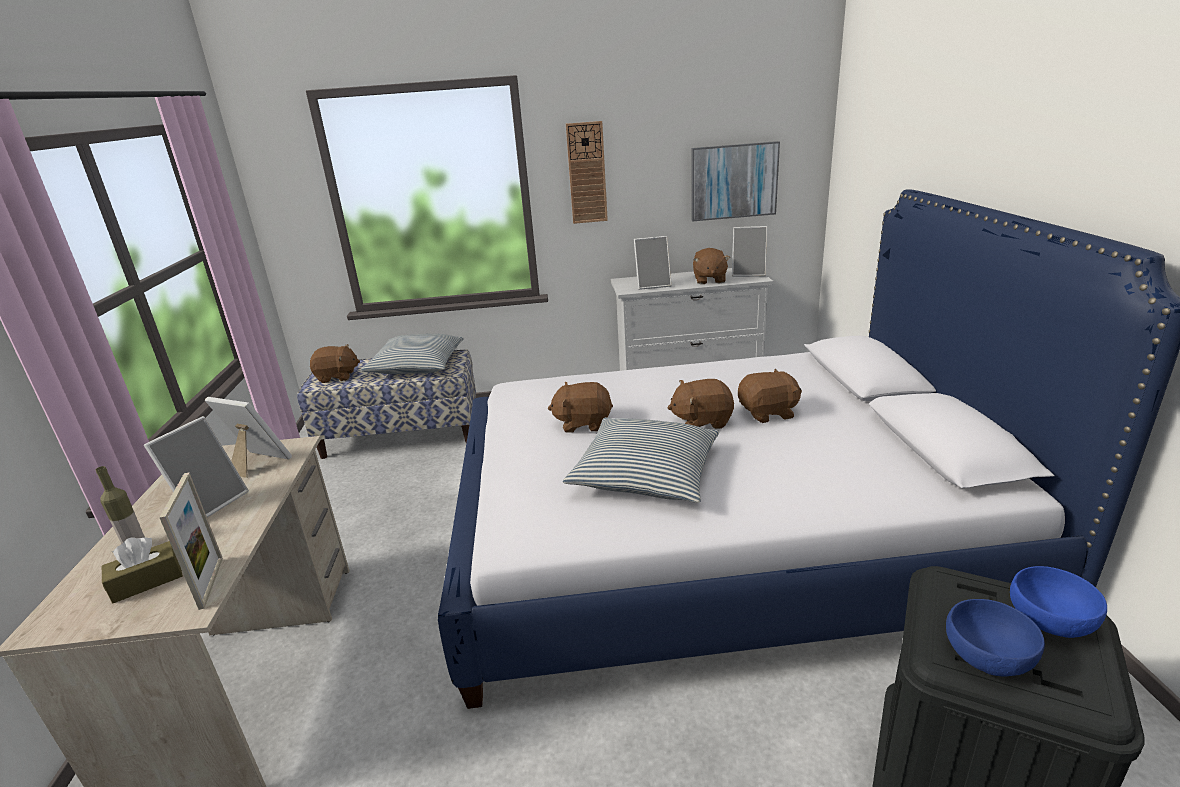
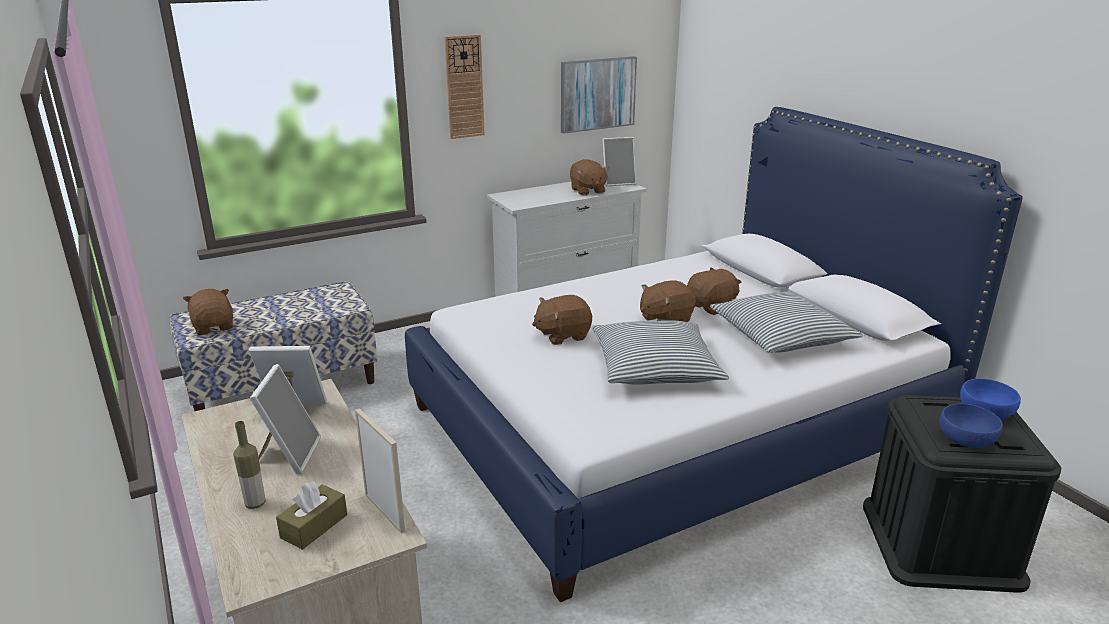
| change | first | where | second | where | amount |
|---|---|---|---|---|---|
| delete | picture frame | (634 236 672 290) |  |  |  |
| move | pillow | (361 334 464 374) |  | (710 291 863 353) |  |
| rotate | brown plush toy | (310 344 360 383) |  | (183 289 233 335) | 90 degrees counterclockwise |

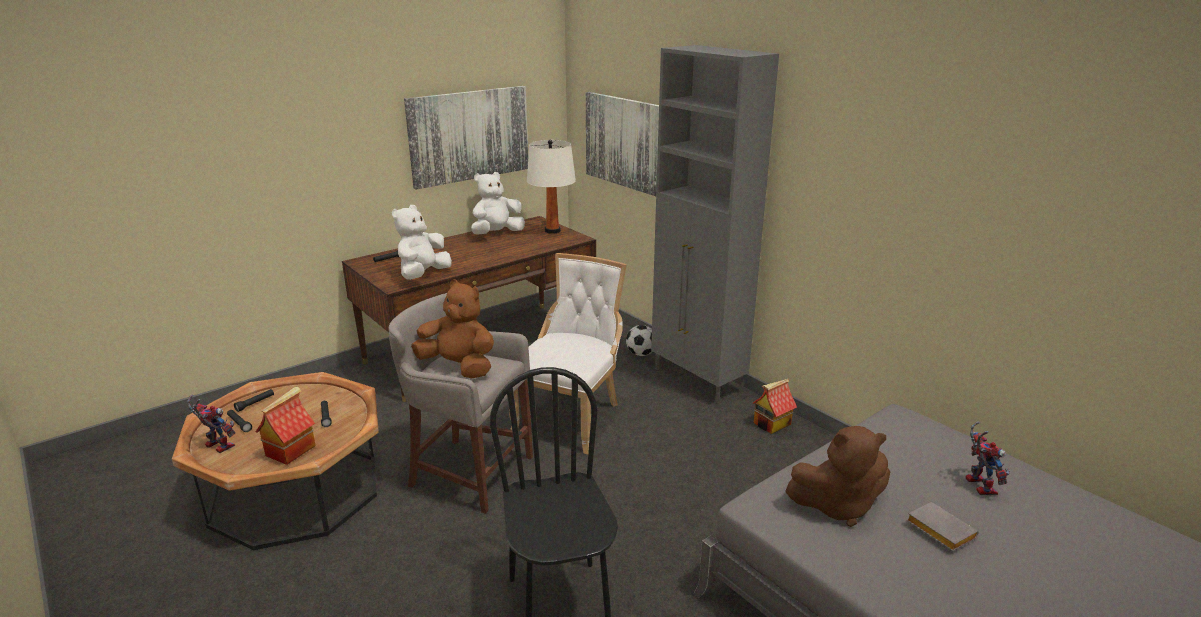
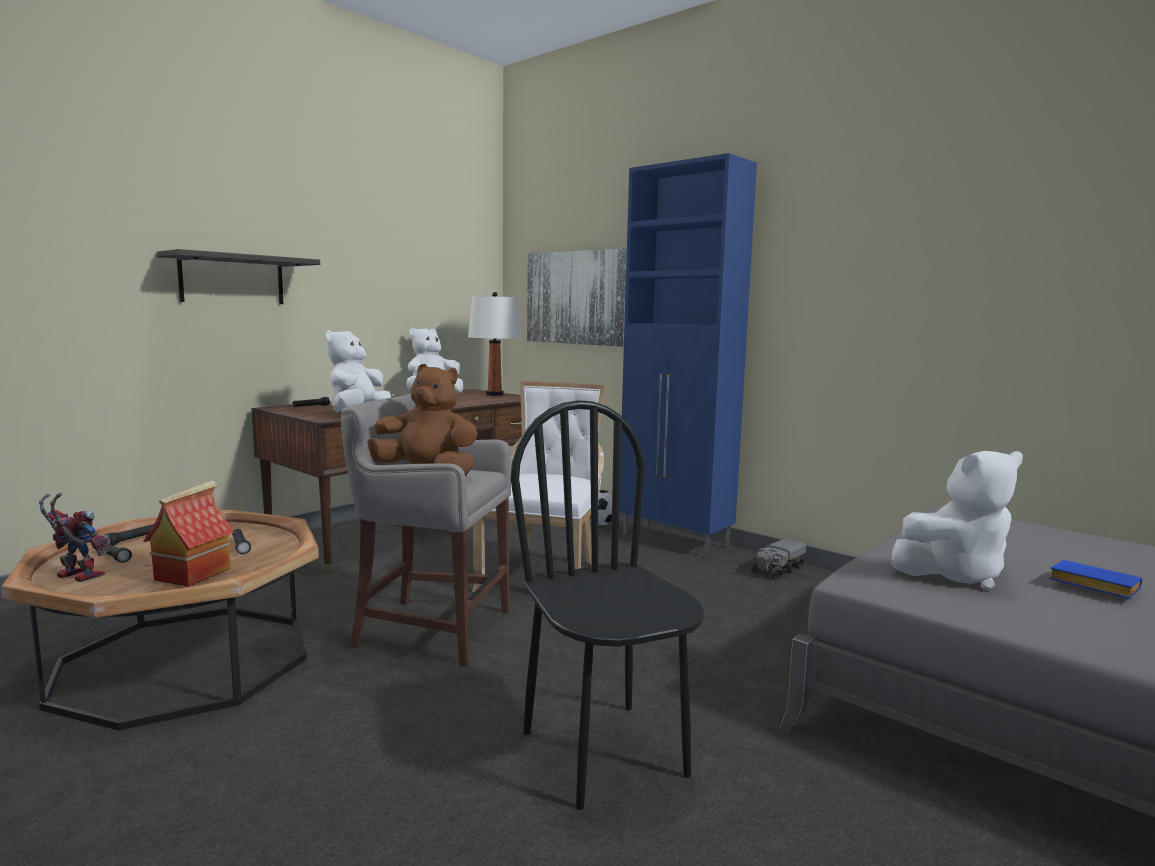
| change | first | where | second | where | amount |
|---|---|---|---|---|---|
| recolor | grey cabinet | (651 45 779 404) | blue cabinet | (619 153 757 558) |  |
| delete | picture | (404 86 529 190) |  |  |  |
| replace | toy house | (753 379 797 434) | toy truck | (751 538 806 580) |  |
| delete | toy robot | (966 421 1010 495) |  |  |  |
| recolor | brown plush toy | (785 426 890 527) | white plush toy | (891 451 1023 591) |  |
| recolor | grey book | (906 502 978 551) | blue book | (1049 560 1142 599) |  |
| insert |  |  | shelf | (156 249 320 304) |  |

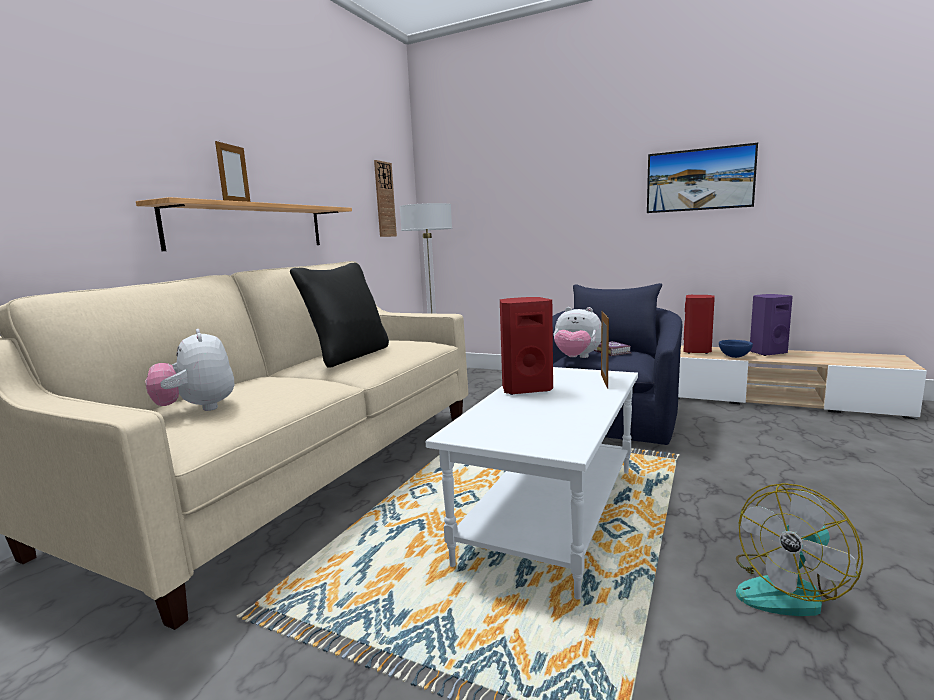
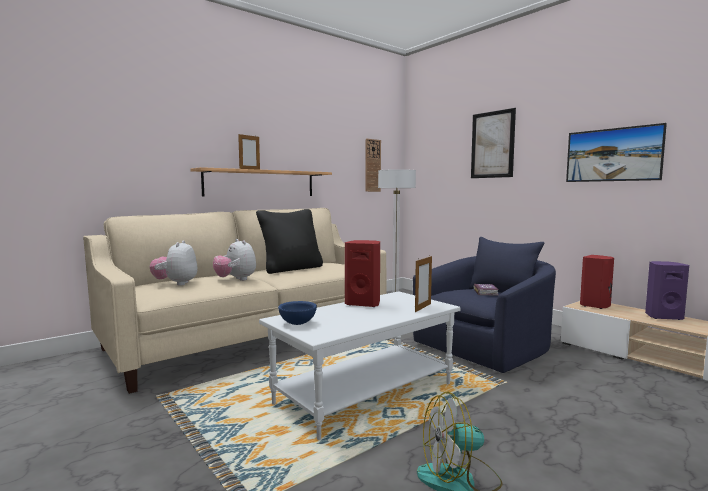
| change | first | where | second | where | amount |
|---|---|---|---|---|---|
| move | plush toy | (554 307 601 358) |  | (213 239 256 281) |  |
| move | blue bowl | (719 340 753 358) |  | (278 301 317 325) |  |
| insert |  |  | picture | (471 108 516 178) |  |

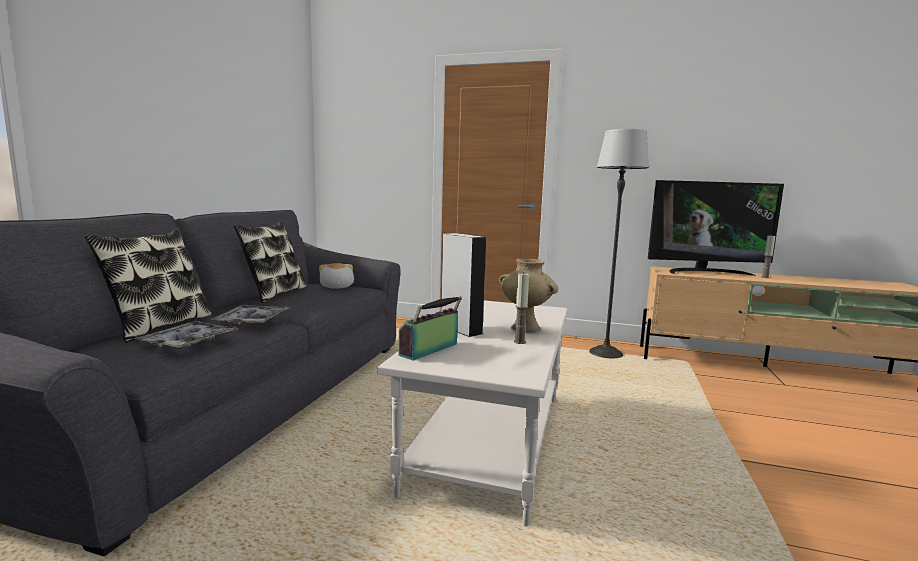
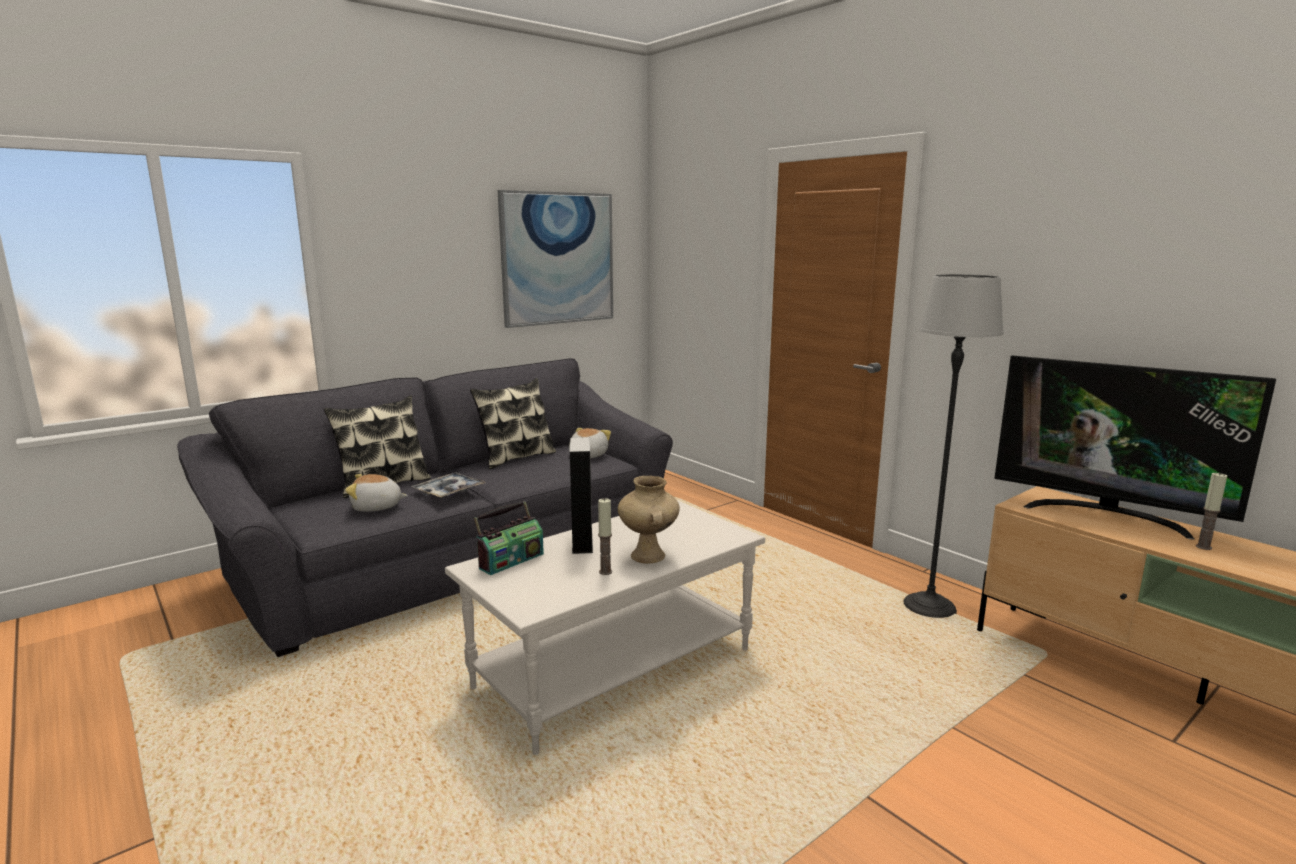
| change | first | where | second | where | amount |
|---|---|---|---|---|---|
| rotate | radio | (399 296 462 361) |  | (474 501 544 575) | 150 degrees clockwise |
| replace | tray | (135 321 238 349) | plush toy | (345 474 408 512) |  |
| insert |  |  | picture | (498 190 613 328) |  |

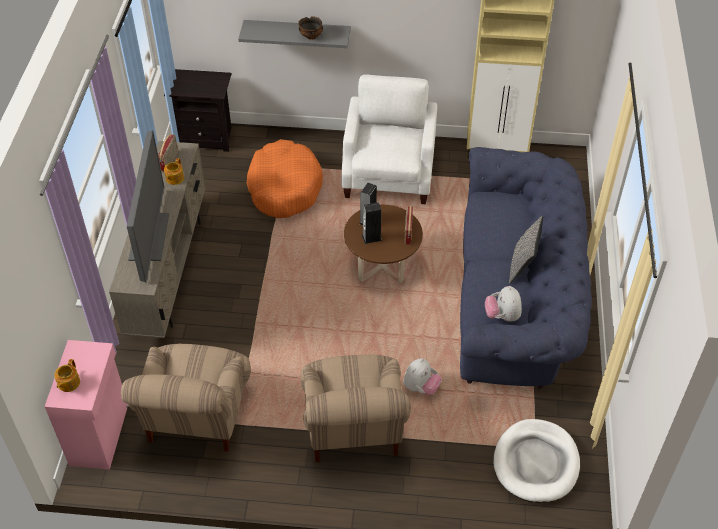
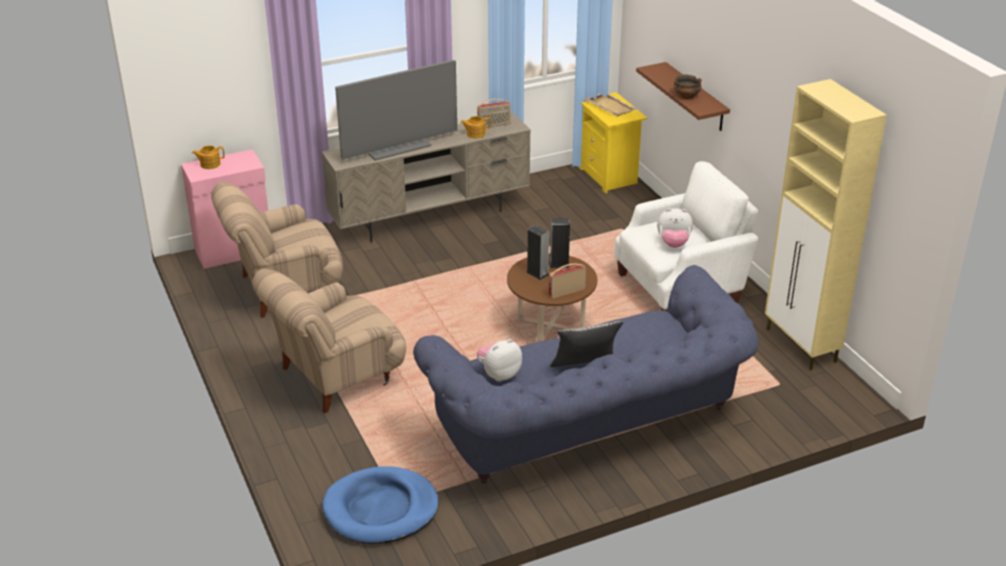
| change | first | where | second | where | amount |
|---|---|---|---|---|---|
| recolor | grey shelf | (238 20 351 48) | brown shelf | (636 62 730 131) |  |
| recolor | black nightstand | (164 69 231 152) | yellow nightstand | (579 92 647 193) |  |
| delete | orange dog bed | (246 139 323 218) |  |  |  |
| move | plush toy | (403 358 441 395) |  | (657 208 693 248) |  |
| recolor | white dog bed | (494 419 580 503) | blue dog bed | (322 466 439 544) |  |
| insert |  |  | beige tray | (585 93 637 116) |  |

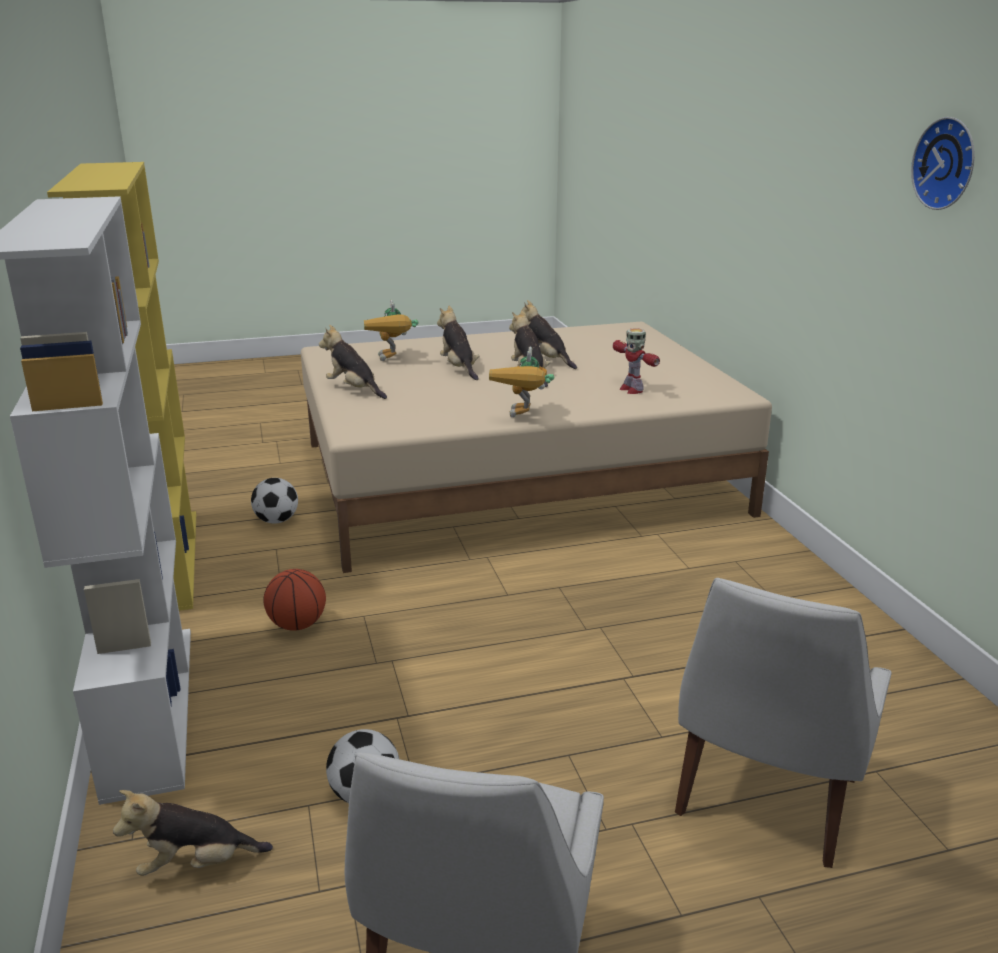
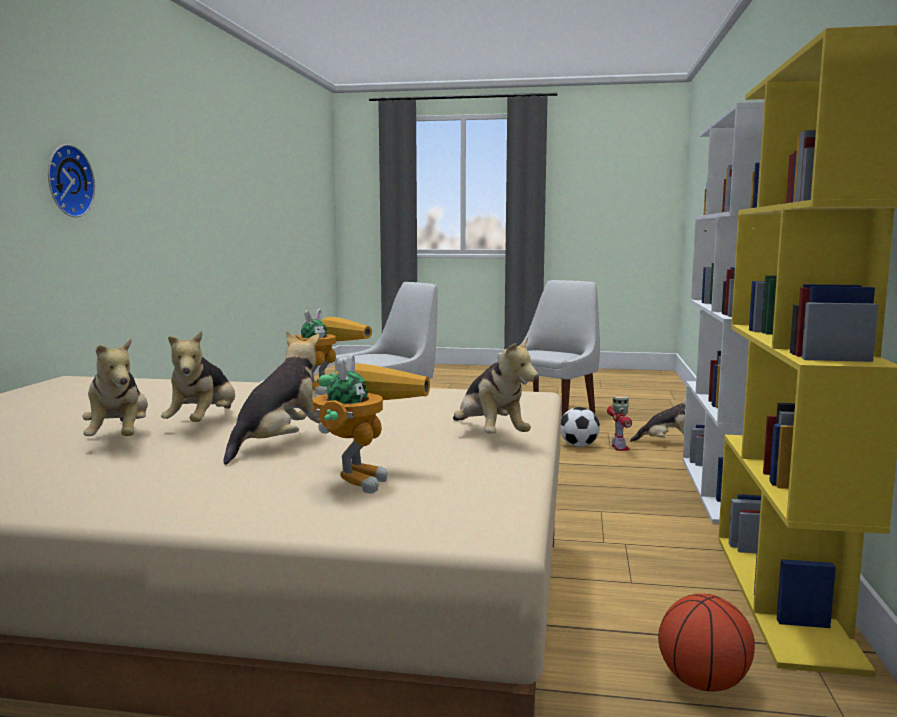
| change | first | where | second | where | amount |
|---|---|---|---|---|---|
| move | wall clock | (911 117 975 210) |  | (48 144 95 217) |  |
| rotate | plush toy | (437 305 479 380) |  | (224 331 320 465) | 150 degrees counterclockwise |
| move | toy robot | (613 328 660 394) |  | (607 395 632 451) |  |
| delete | football | (251 478 298 524) |  |  |  |
| move | basketball | (263 569 326 631) |  | (658 593 755 692) |  |

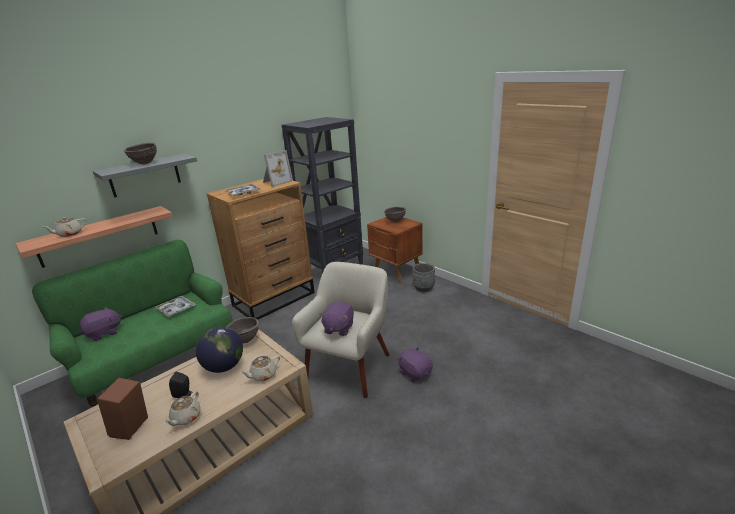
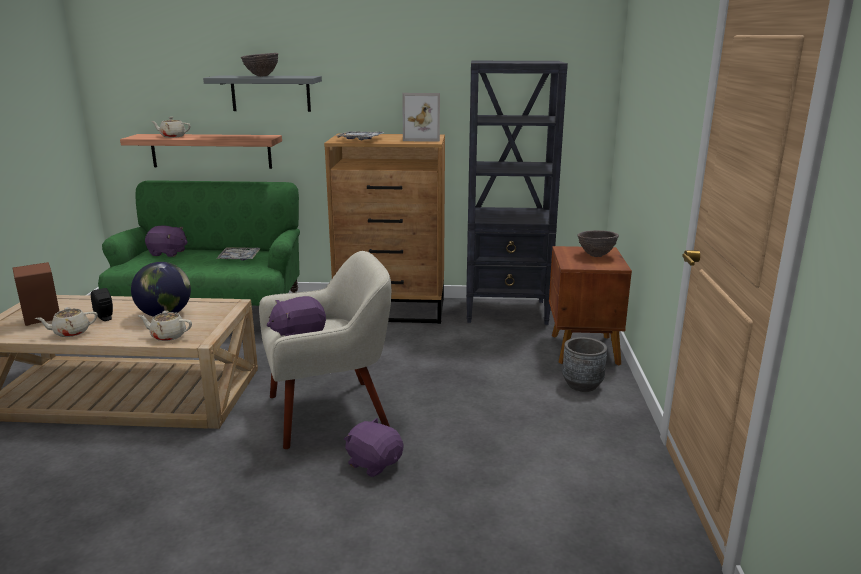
| change | first | where | second | where | amount |
|---|---|---|---|---|---|
| delete | brown bowl | (227 317 259 343) |  |  |  |
| rotate | purple plush toy | (398 347 433 383) |  | (344 418 403 477) | 60 degrees counterclockwise |

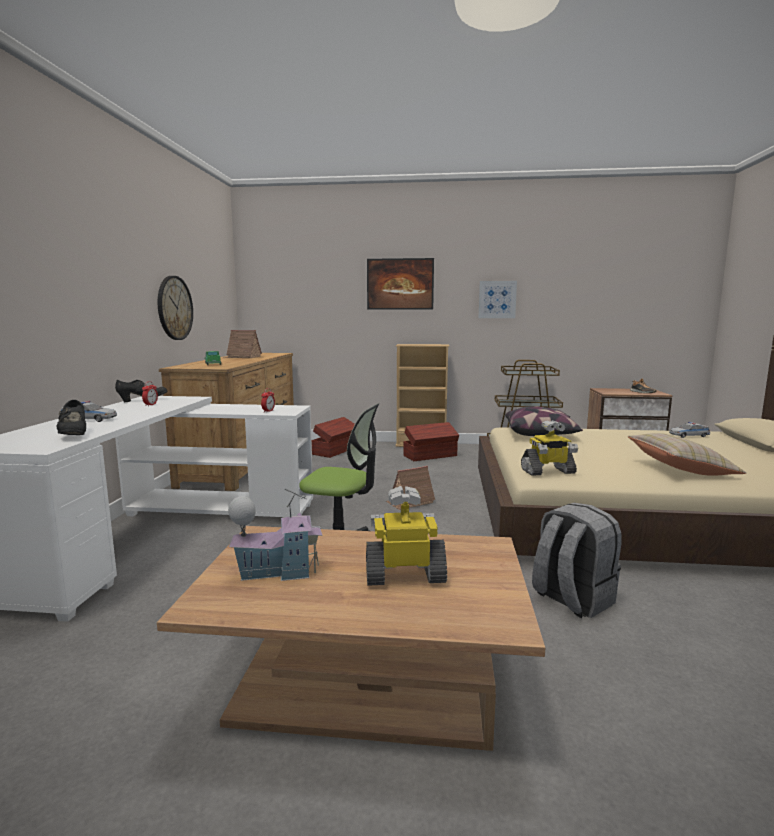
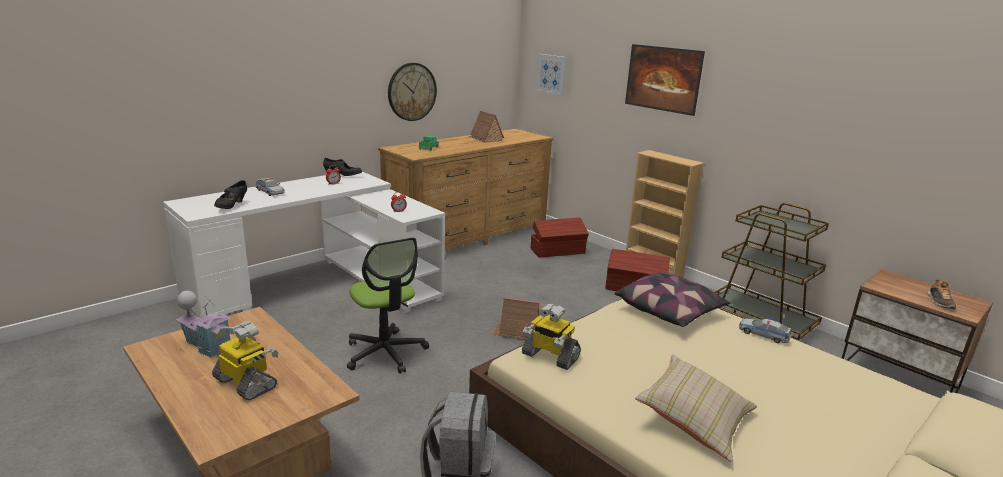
| change | first | where | second | where | amount |
|---|---|---|---|---|---|
| move | picture | (479 281 517 318) |  | (535 54 567 96) |  |
| move | toy car | (669 422 710 438) |  | (739 318 791 343) |  |

